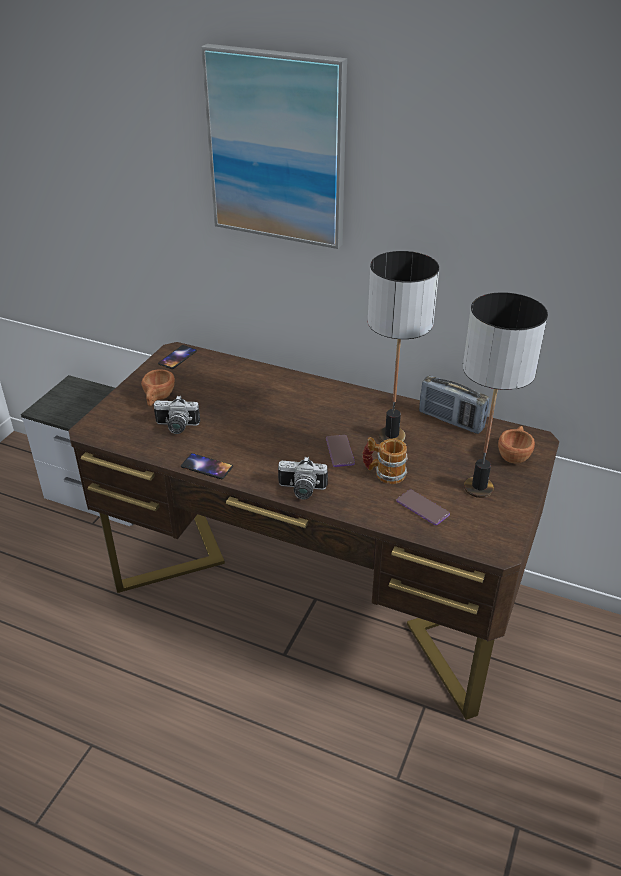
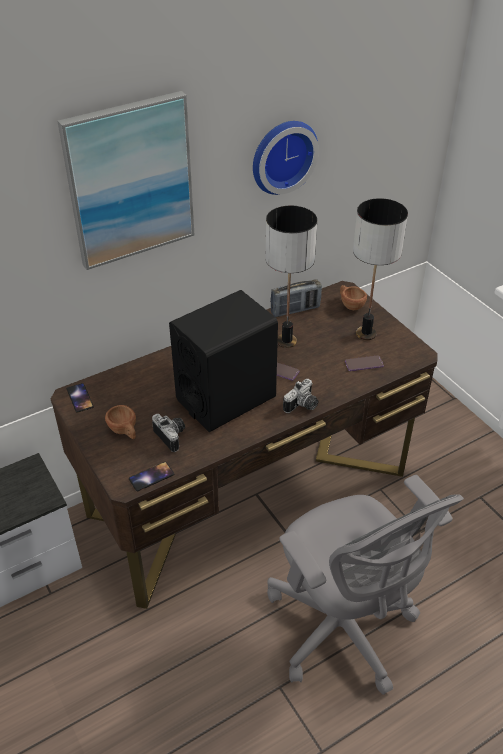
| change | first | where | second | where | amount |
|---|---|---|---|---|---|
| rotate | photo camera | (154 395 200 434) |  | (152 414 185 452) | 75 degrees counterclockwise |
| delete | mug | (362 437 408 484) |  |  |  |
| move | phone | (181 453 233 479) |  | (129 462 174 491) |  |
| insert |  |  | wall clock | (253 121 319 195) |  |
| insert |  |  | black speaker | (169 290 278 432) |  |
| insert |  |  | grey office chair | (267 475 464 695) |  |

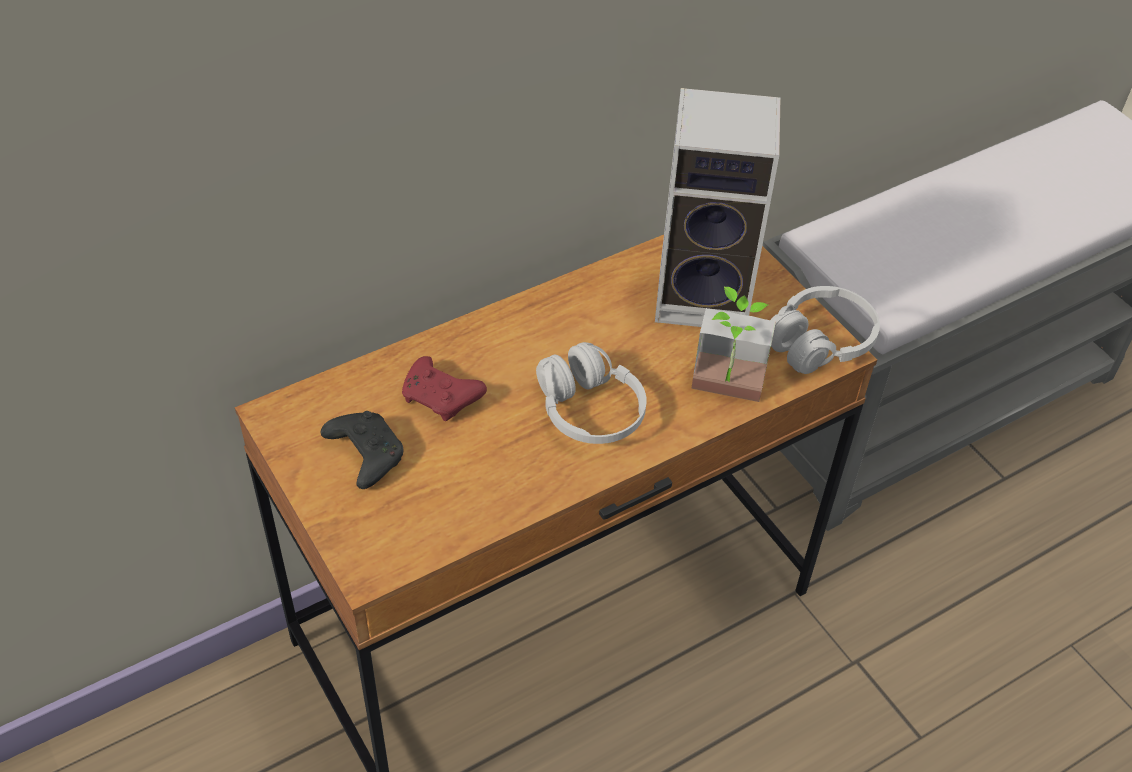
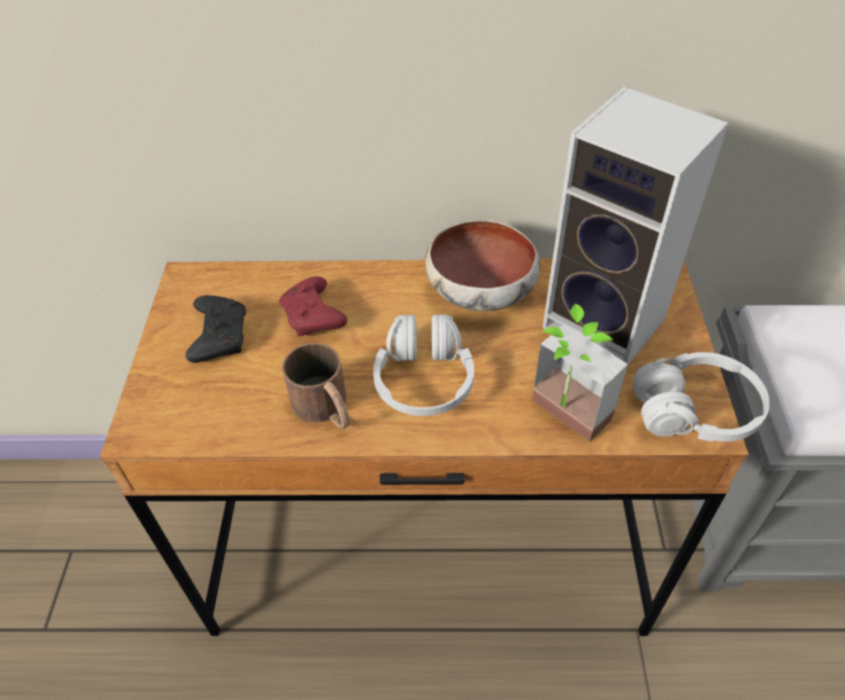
| change | first | where | second | where | amount |
|---|---|---|---|---|---|
| insert |  |  | bowl | (425 220 541 311) |  |
| insert |  |  | brown mug | (282 343 350 429) |  |

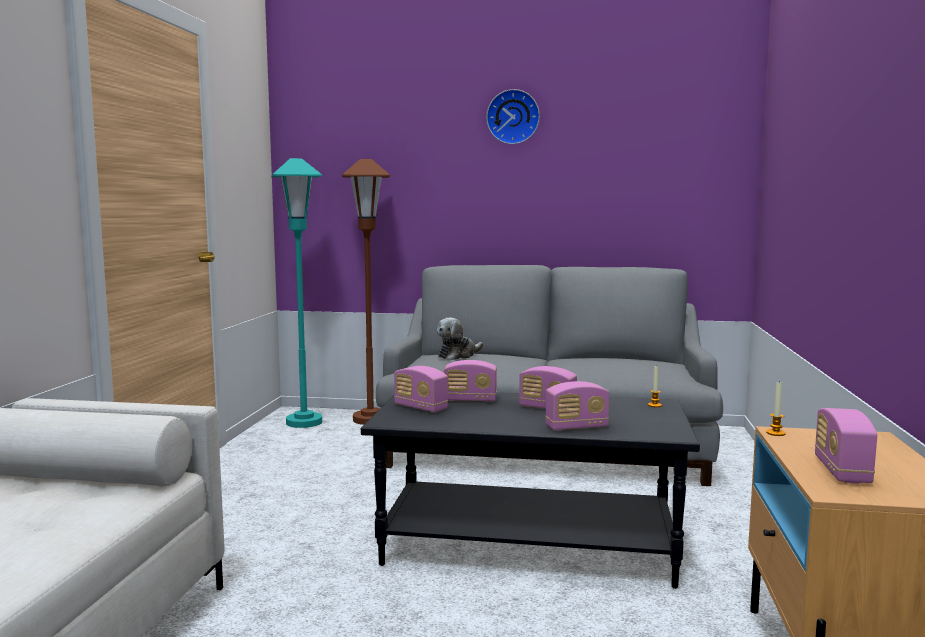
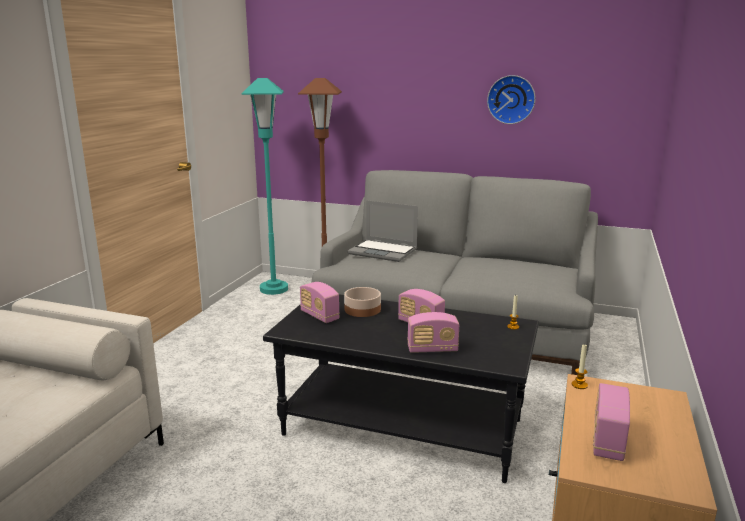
| change | first | where | second | where | amount |
|---|---|---|---|---|---|
| move | wall clock | (486 89 540 144) |  | (487 75 536 124) |  |
| replace | plush toy | (437 317 483 360) | laptop | (348 200 418 262) |  |
| replace | radio | (444 360 497 402) | bowl | (344 287 381 317) |  |

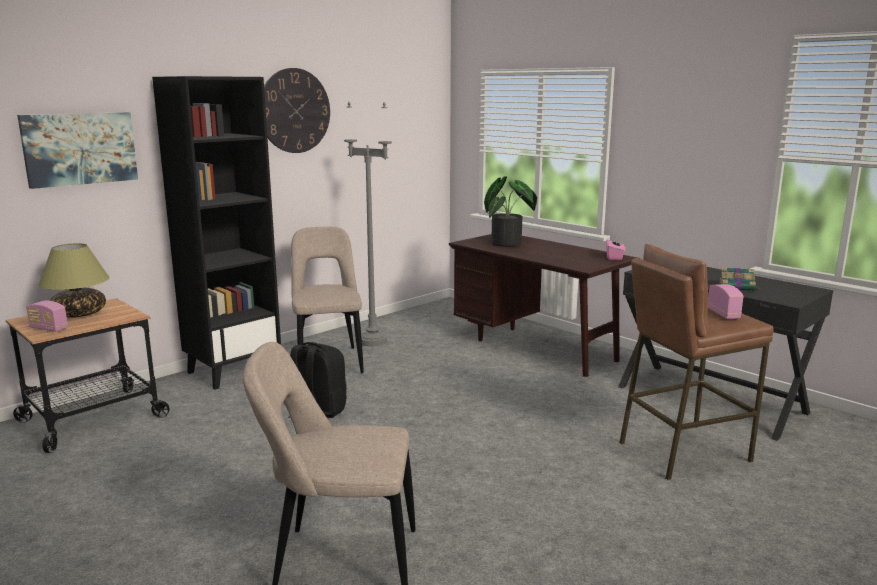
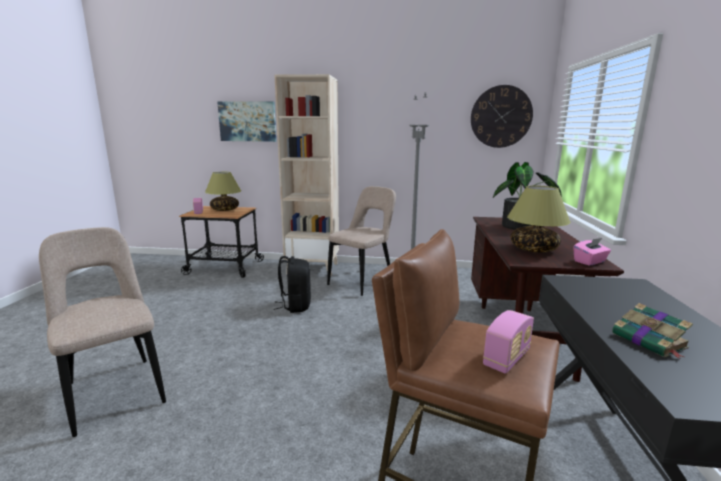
| change | first | where | second | where | amount |
|---|---|---|---|---|---|
| move | wall clock | (264 68 330 153) |  | (471 85 533 148) |  |
| recolor | black bookcase | (152 76 281 390) | beige bookcase | (274 74 339 276) |  |
| insert |  |  | table lamp | (507 186 571 252) |  |

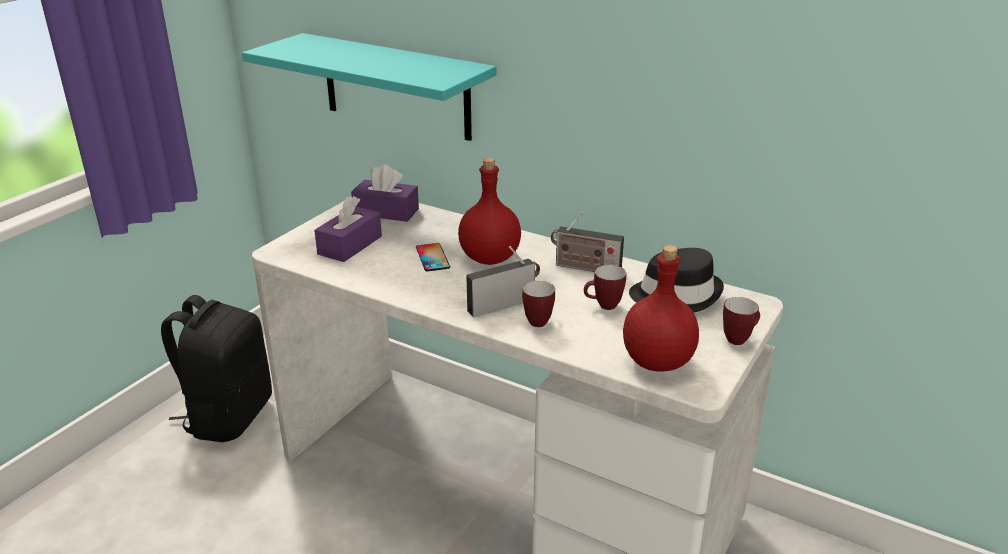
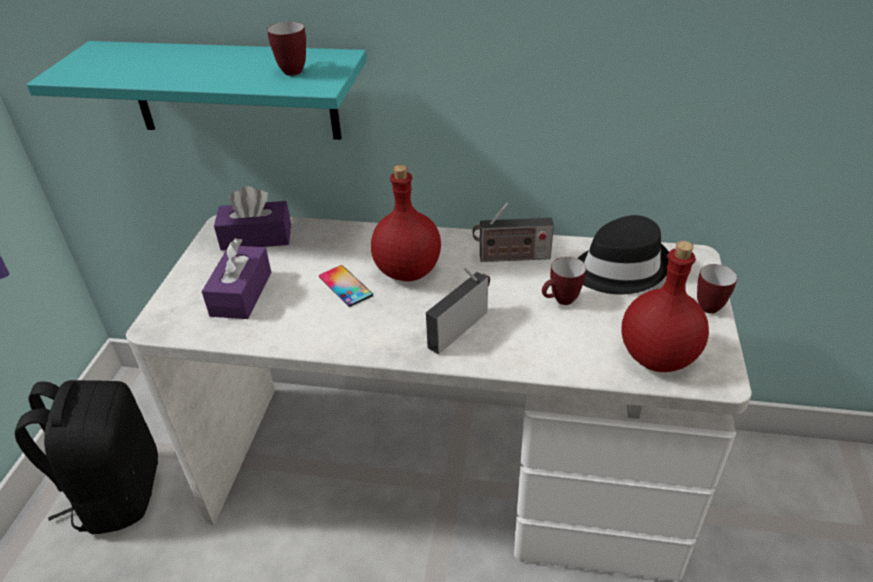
| change | first | where | second | where | amount |
|---|---|---|---|---|---|
| move | mug | (522 281 555 327) |  | (267 22 306 76) |  |

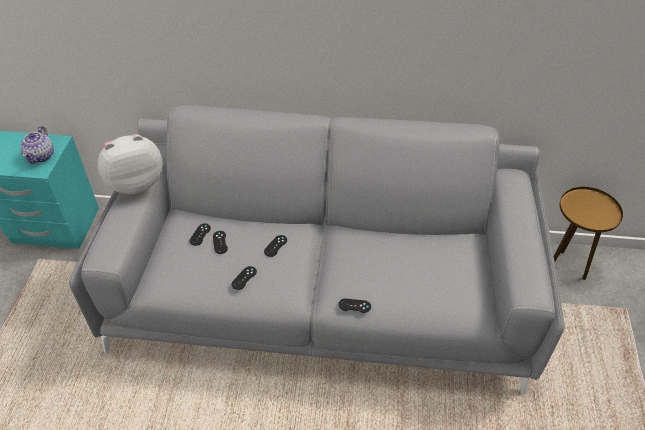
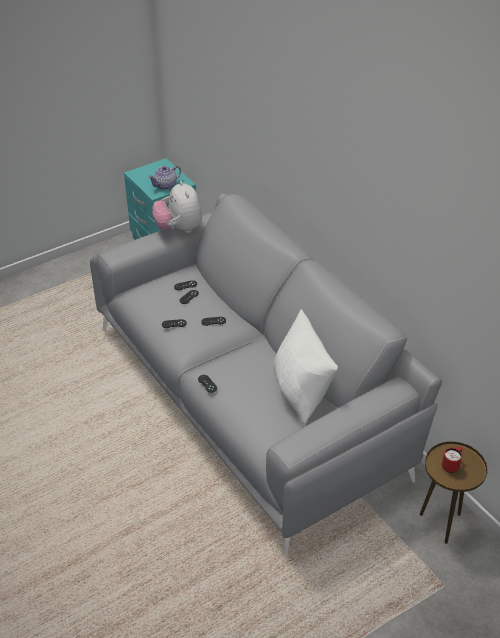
| change | first | where | second | where | amount |
|---|---|---|---|---|---|
| rotate | plush toy | (97 134 163 194) |  | (152 181 202 233) | 135 degrees counterclockwise |
| insert |  |  | white pillow | (273 309 338 424) |  |
| insert |  |  | red mug | (442 446 463 473) |  |

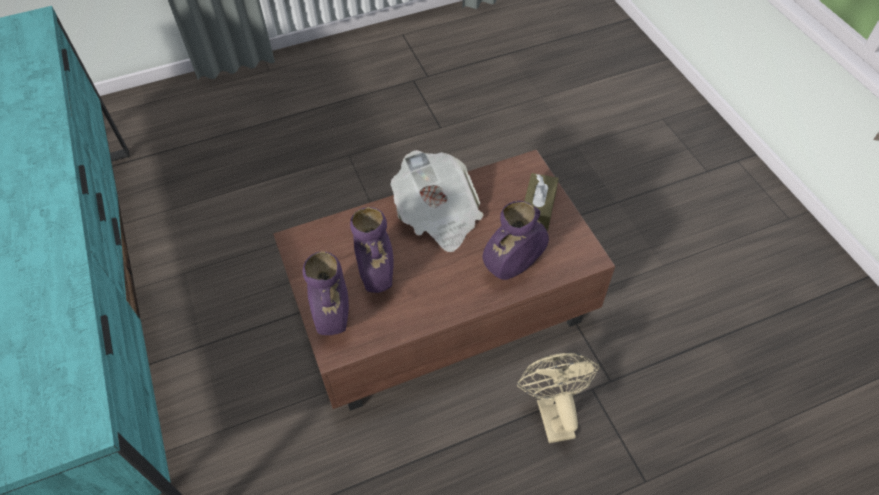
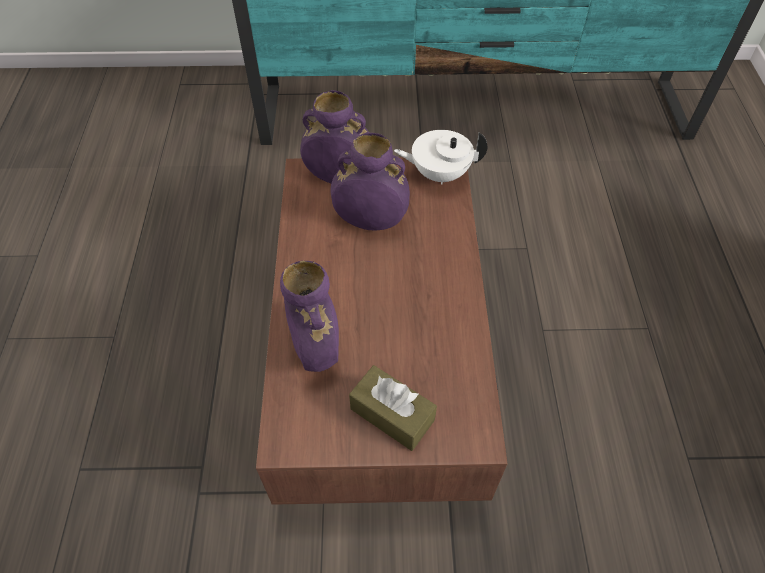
| change | first | where | second | where | amount |
|---|---|---|---|---|---|
| delete | newspaper | (391 150 484 252) |  |  |  |
| delete | beige fan | (517 353 600 443) |  |  |  |
| insert |  |  | white teapot | (394 130 487 185) |  |

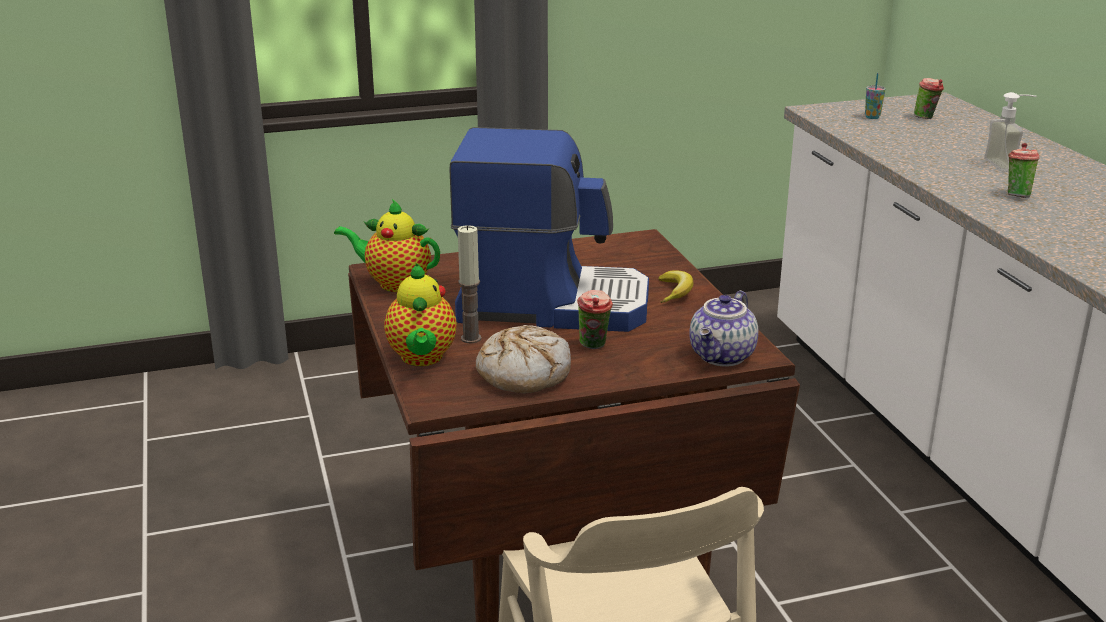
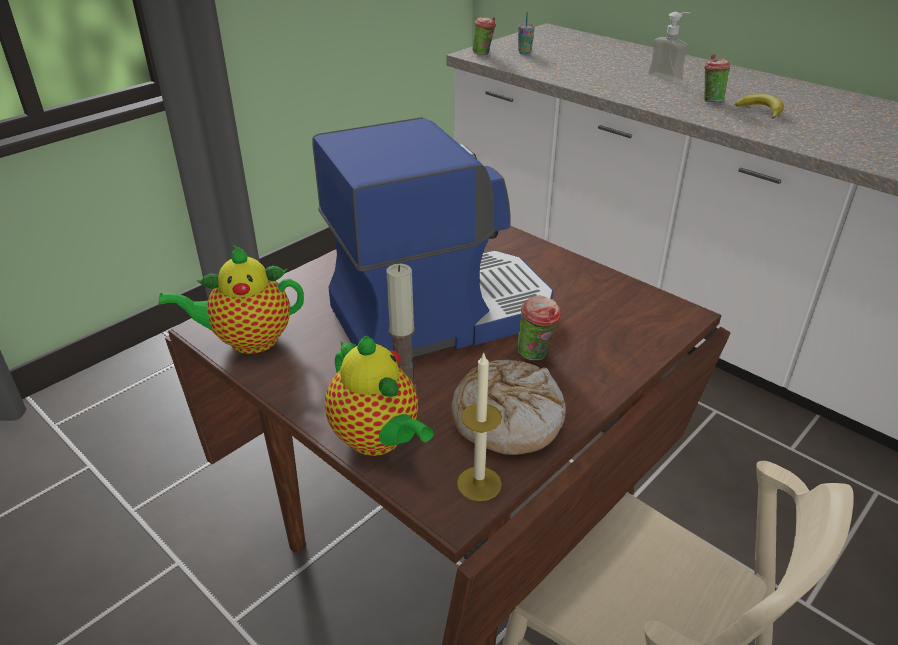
| change | first | where | second | where | amount |
|---|---|---|---|---|---|
| move | cup | (914 78 944 119) |  | (472 17 496 55) |  |
| move | banana | (658 270 694 303) |  | (735 94 784 119) |  |
| delete | teapot | (689 290 758 367) |  |  |  |
| insert |  |  | candle | (457 352 502 501) |  |

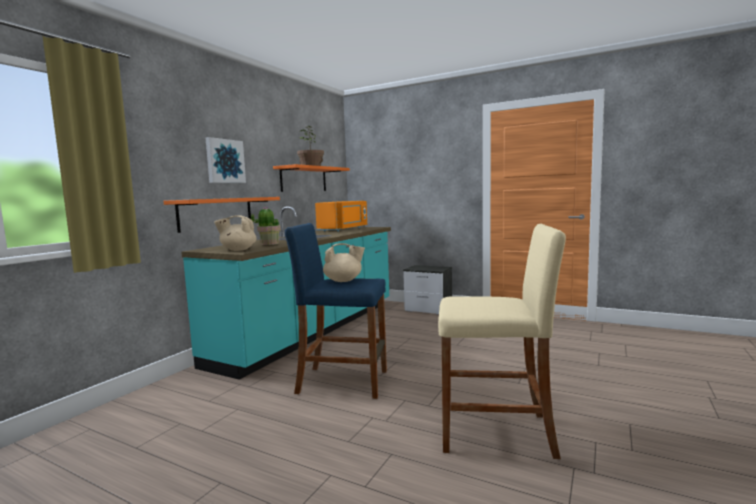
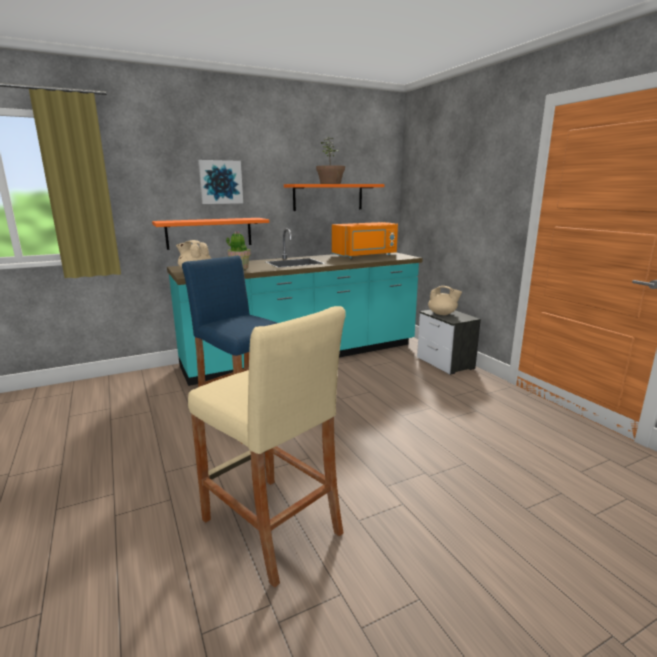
| change | first | where | second | where | amount |
|---|---|---|---|---|---|
| move | beige teapot | (323 243 365 282) |  | (428 286 462 315) |  |

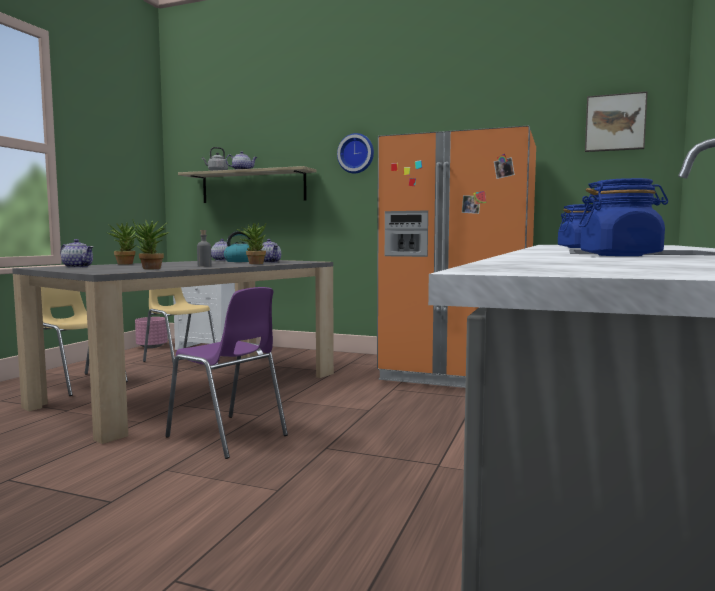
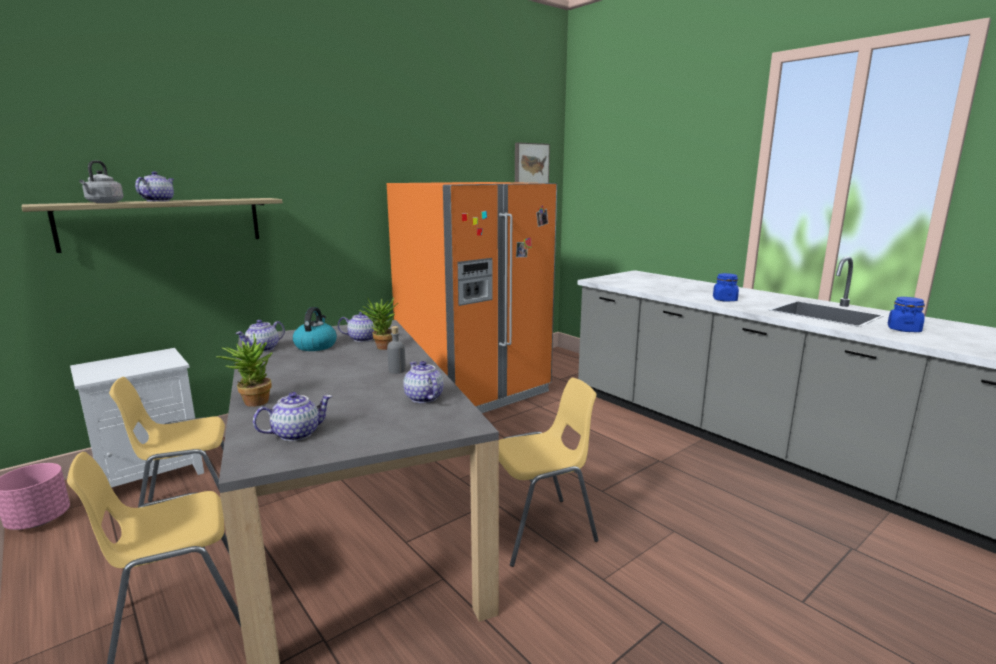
| change | first | where | second | where | amount |
|---|---|---|---|---|---|
| delete | wall clock | (337 133 374 174) |  |  |  |
| replace | potted plant | (133 220 169 270) | teapot | (403 361 444 403) |  |
| recolor | purple chair | (165 287 288 459) | yellow chair | (499 378 599 567) |  |

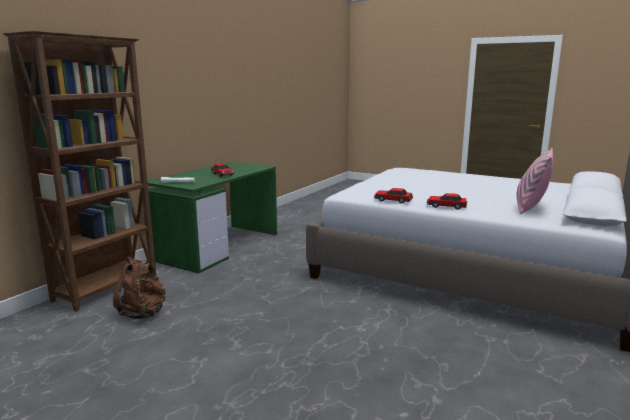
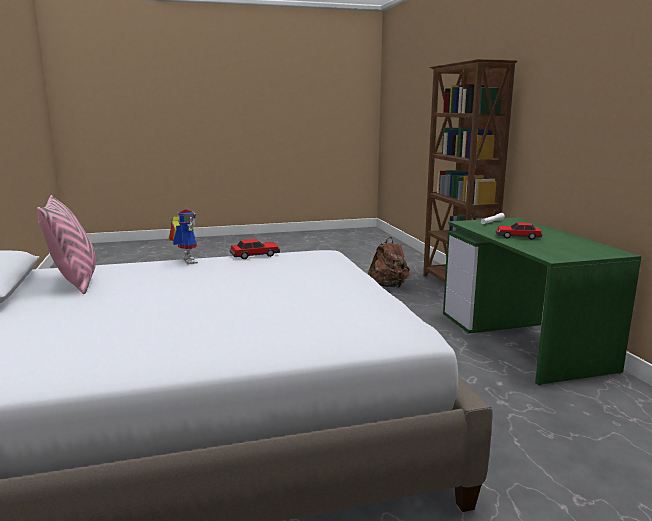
| change | first | where | second | where | amount |
|---|---|---|---|---|---|
| replace | toy car | (427 193 467 210) | toy robot | (169 209 198 264) |  |

